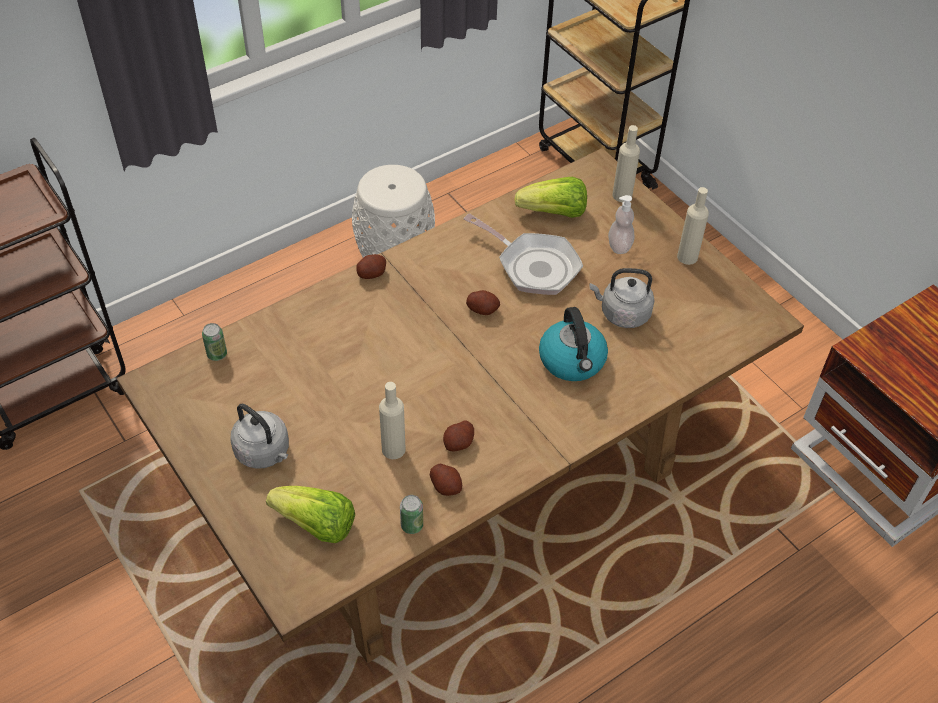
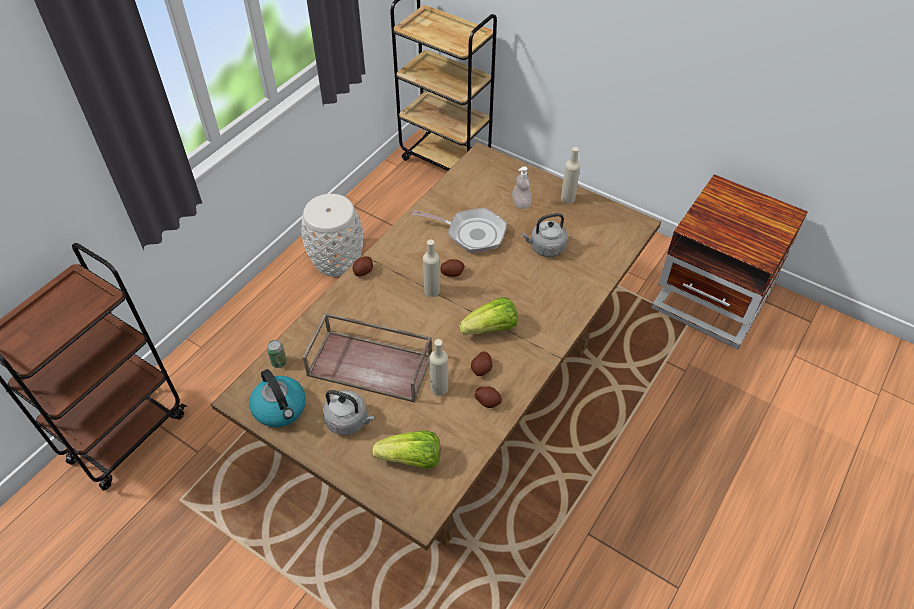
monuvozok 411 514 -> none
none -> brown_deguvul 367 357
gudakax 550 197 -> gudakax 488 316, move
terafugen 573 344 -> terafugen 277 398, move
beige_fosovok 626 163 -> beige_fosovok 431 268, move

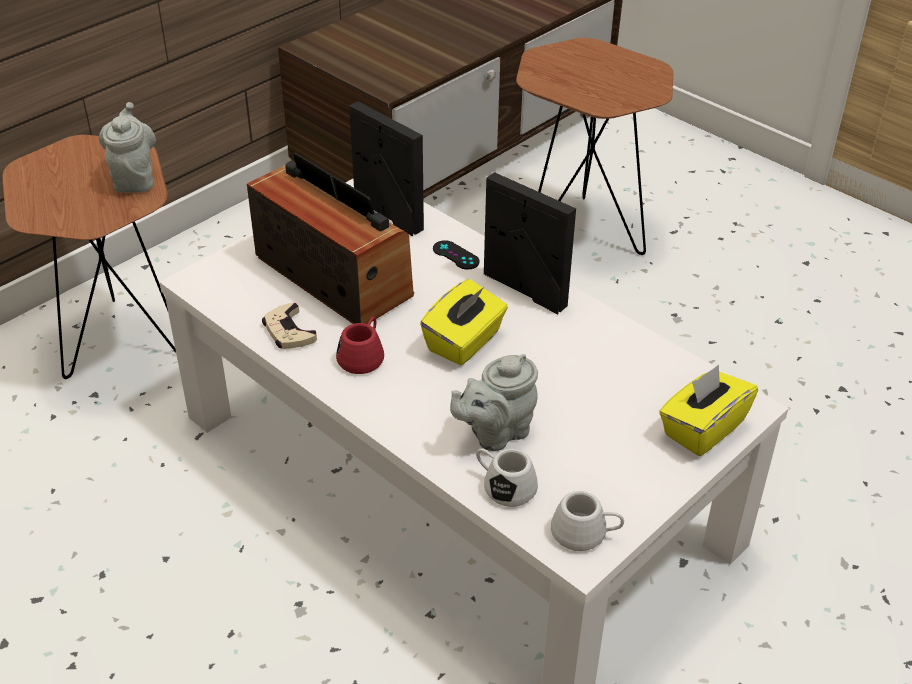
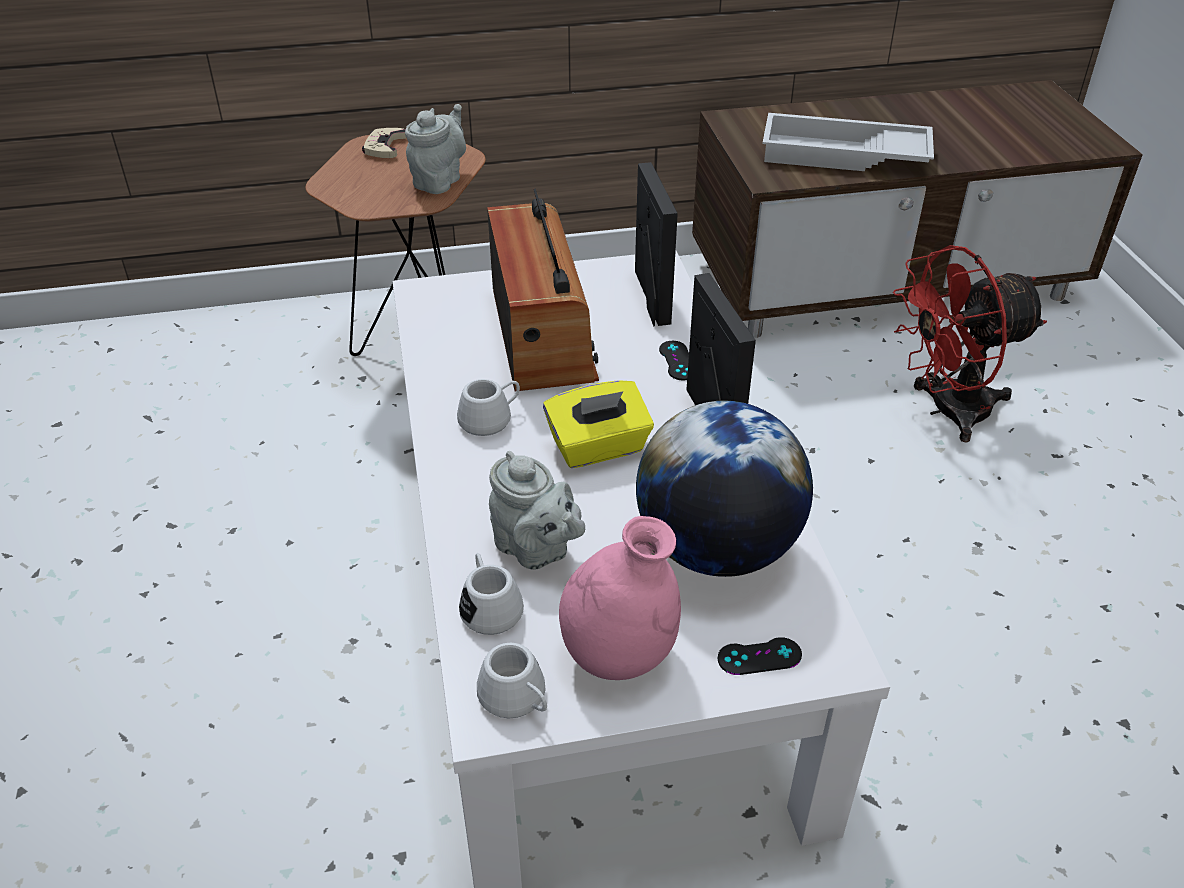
none -> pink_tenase 620 598
none -> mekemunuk 724 489
none -> white_deguvul 848 142
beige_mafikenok 289 326 -> beige_mafikenok 384 143, move
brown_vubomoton 594 146 -> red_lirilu 970 344
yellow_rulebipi 708 410 -> black_mafikenok 759 656
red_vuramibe 360 345 -> white_vuramibe 488 407
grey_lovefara 494 402 -> grey_lovefara 537 510, 135 degrees counterclockwise

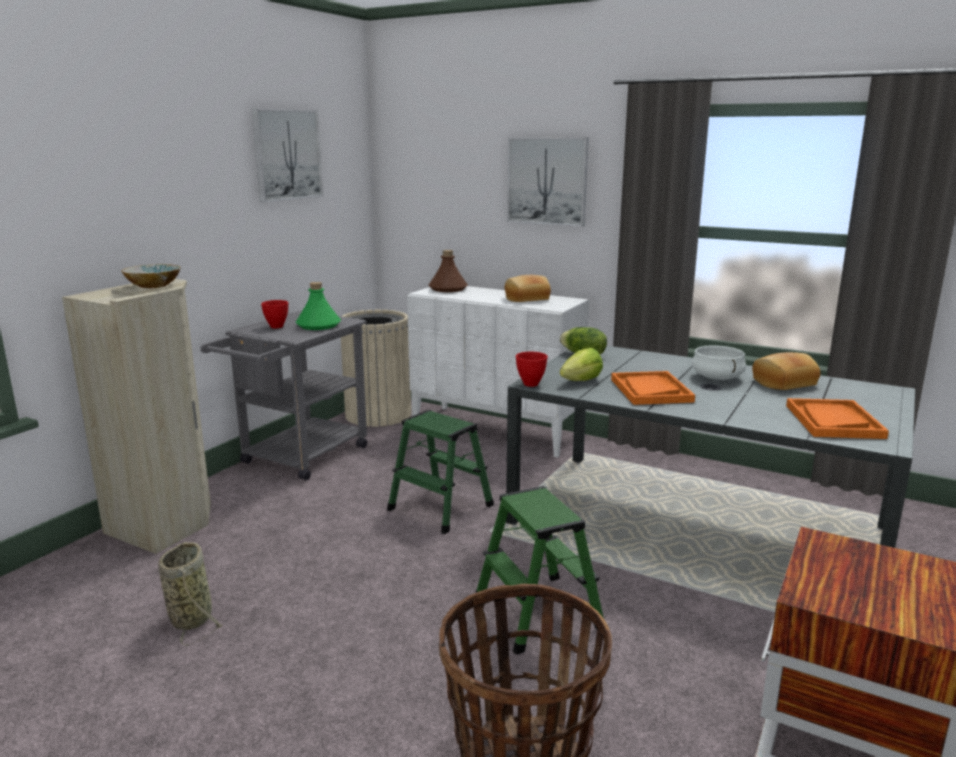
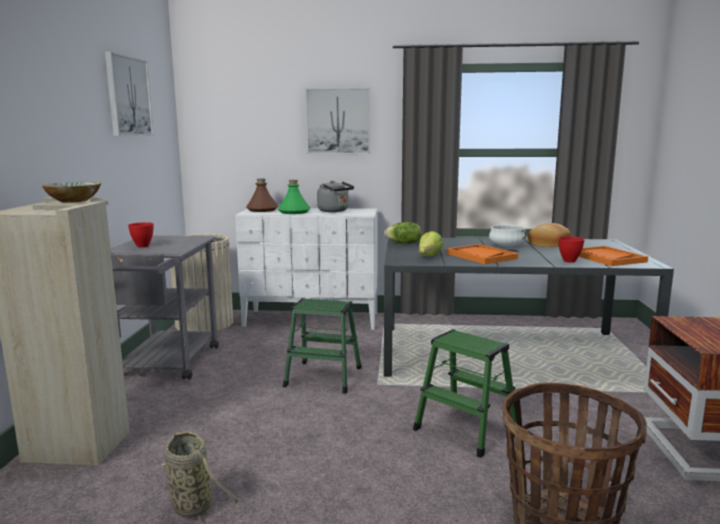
green_fosovok 318 306 -> green_fosovok 294 197, move
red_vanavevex 532 369 -> red_vanavevex 571 249, move
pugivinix 528 288 -> grey_terafugen 335 196

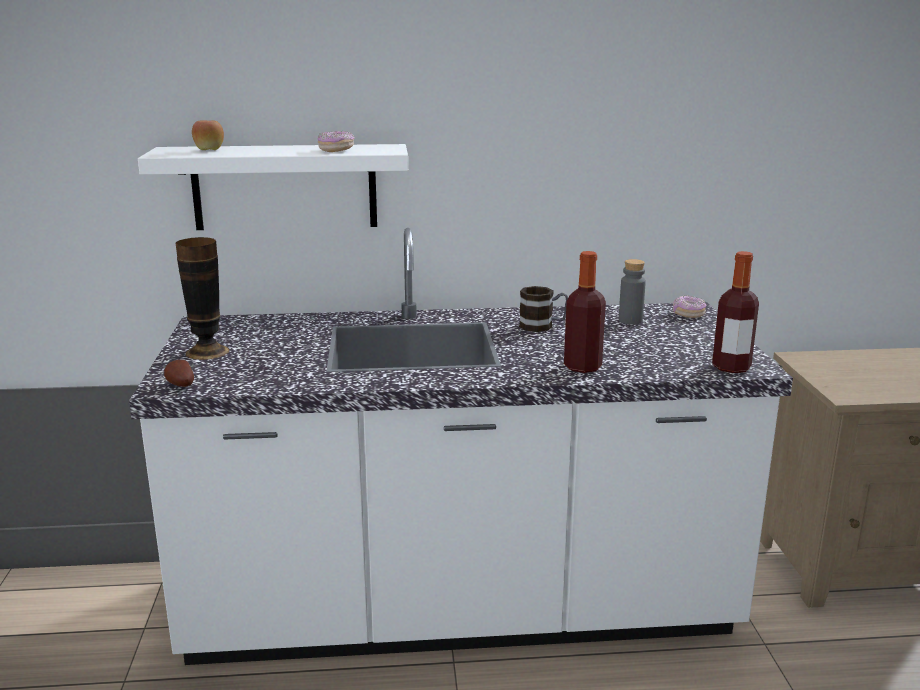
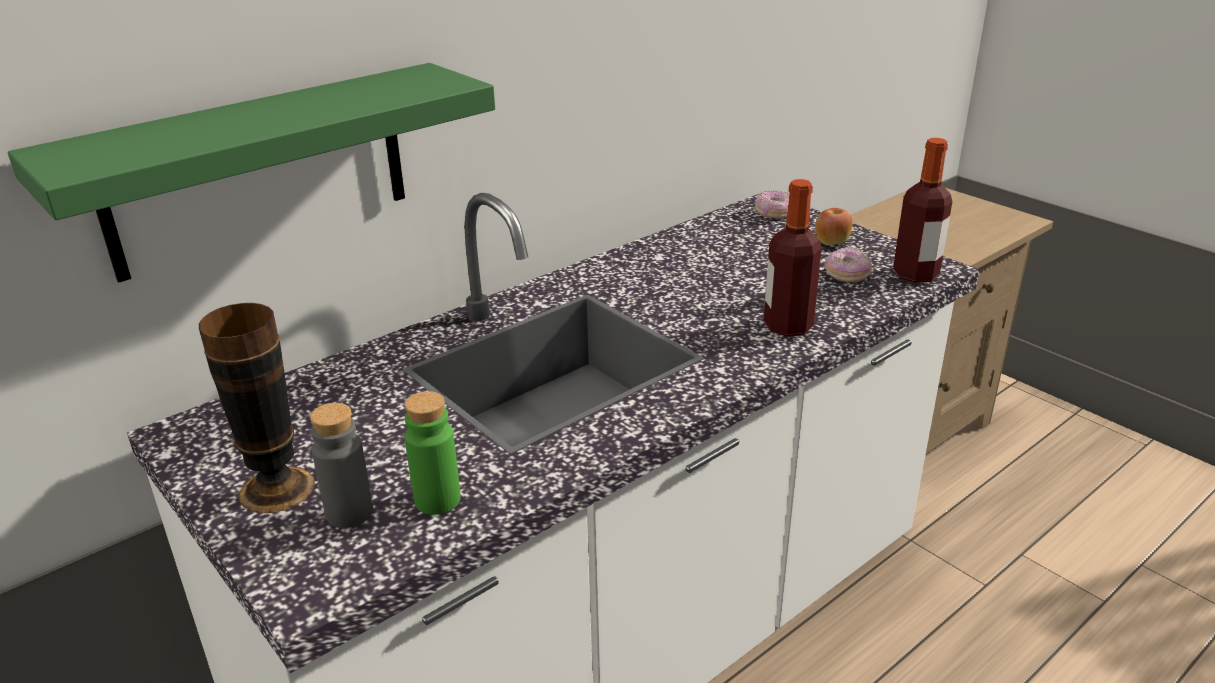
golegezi 179 373 -> none
vuramibe 543 309 -> none
none -> green_fosovok 433 453
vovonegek 208 135 -> vovonegek 834 227, move
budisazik 336 141 -> budisazik 848 265, move
grey_fosovok 632 292 -> grey_fosovok 341 465, move
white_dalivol 273 187 -> green_dalivol 251 172

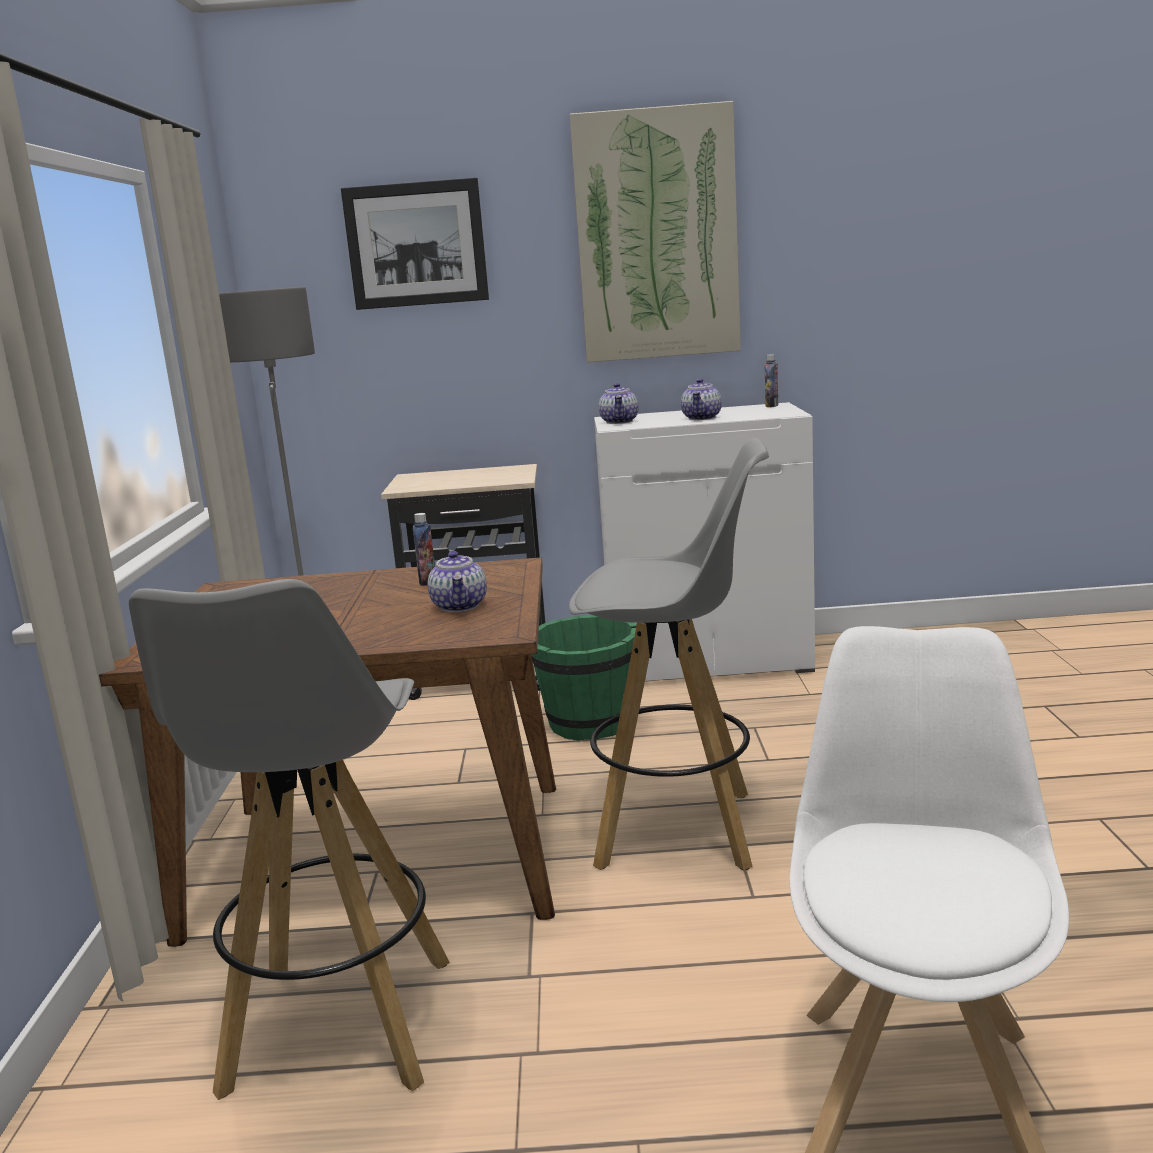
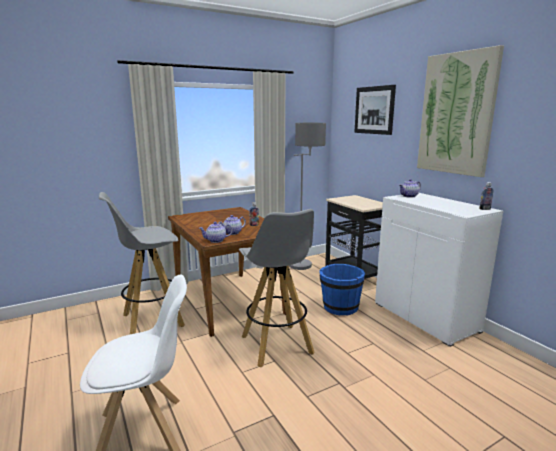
lovefara 701 399 -> lovefara 216 232, move
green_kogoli 584 678 -> blue_kogoli 342 290

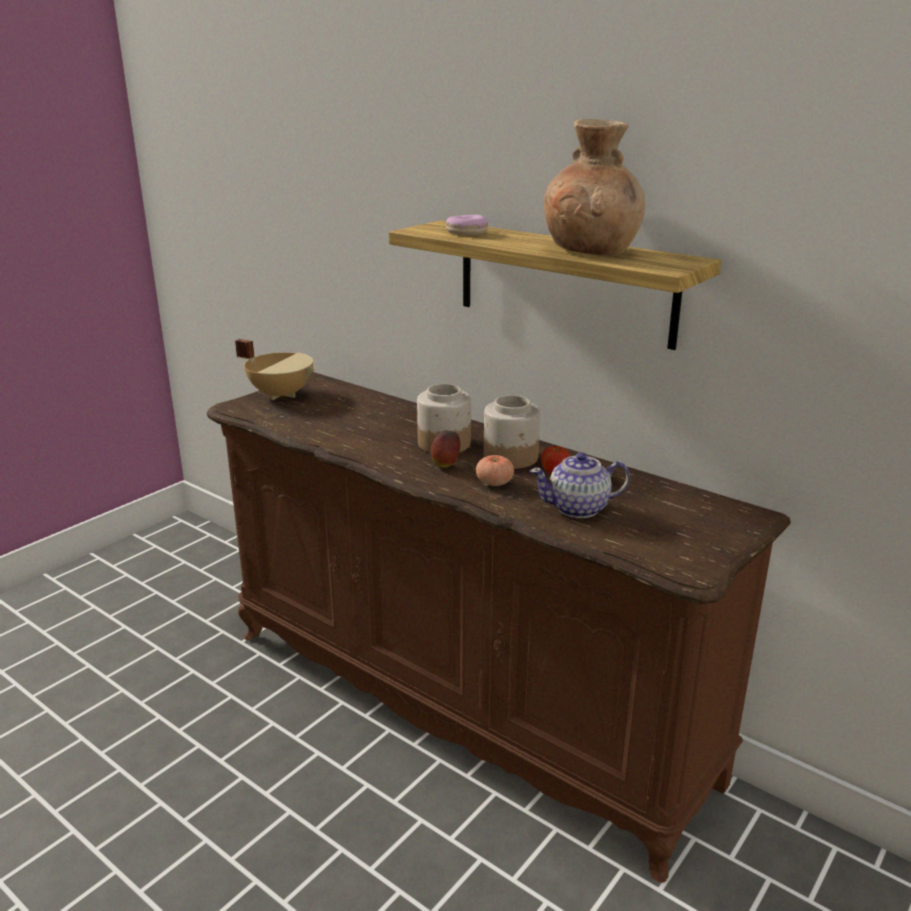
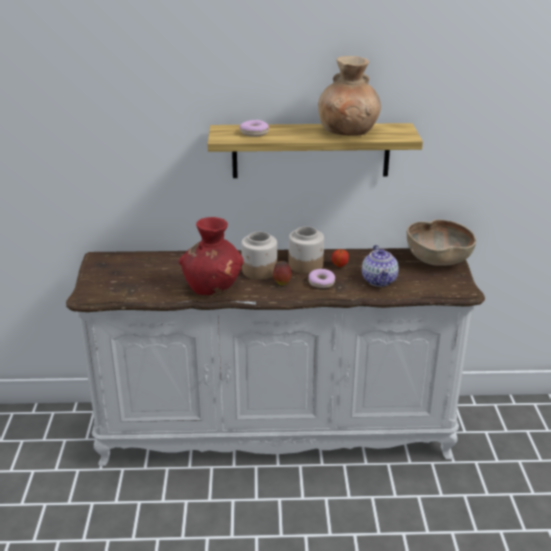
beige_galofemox 275 369 -> none
none -> red_tenase 211 256
none -> brown_vanavevex 441 242
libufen 495 470 -> budisazik 321 278
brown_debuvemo 499 627 -> white_debuvemo 275 357
lovefara 580 485 -> lovefara 380 266, 45 degrees counterclockwise

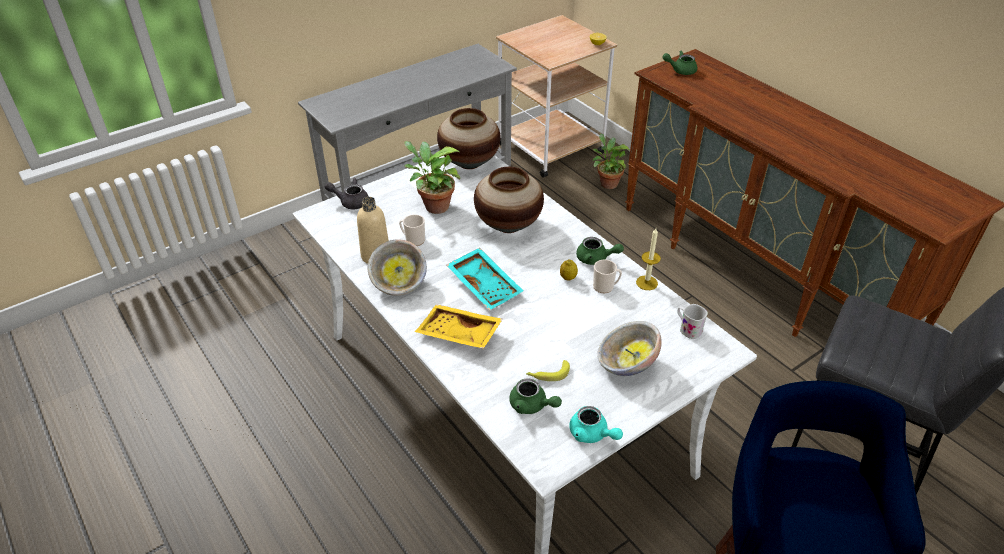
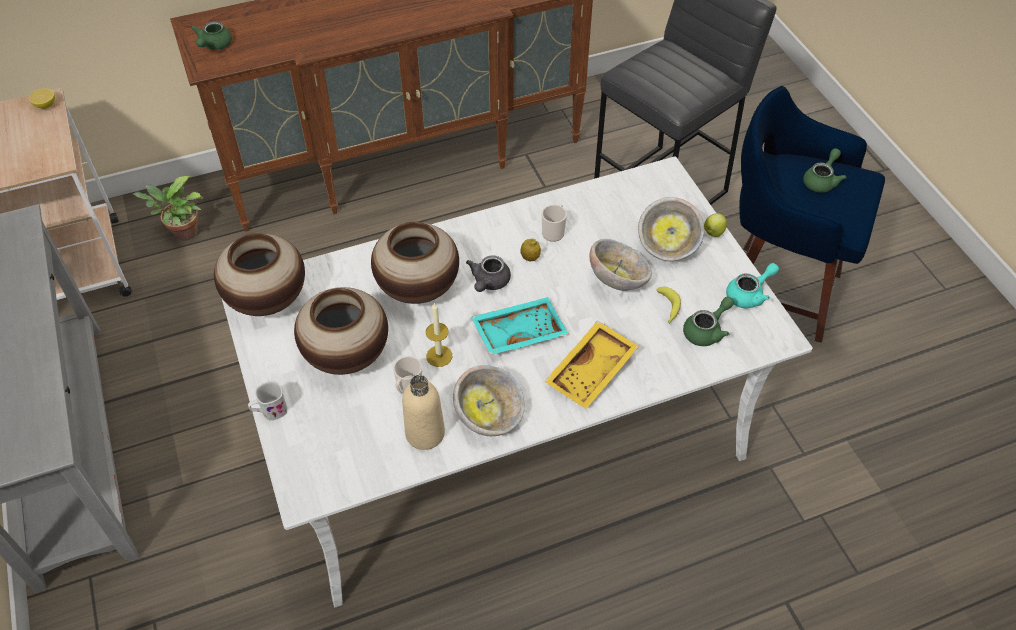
none -> vanavevex 621 265
none -> vovonegek 715 225
grey_lovefara 347 193 -> grey_lovefara 488 273, move
green_lovefara 600 251 -> green_lovefara 824 170, move
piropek 648 259 -> piropek 439 334, move
white_vuramibe 692 321 -> white_vuramibe 267 400, move
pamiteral 432 177 -> tenase 341 331

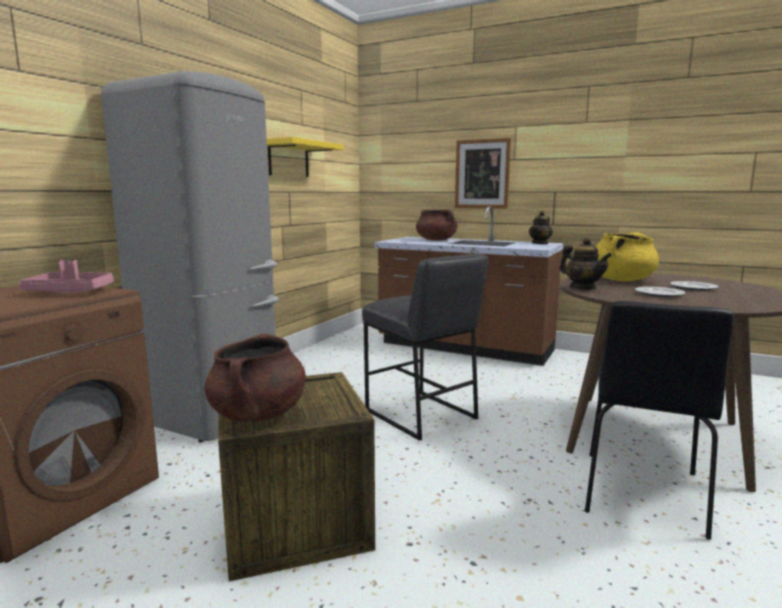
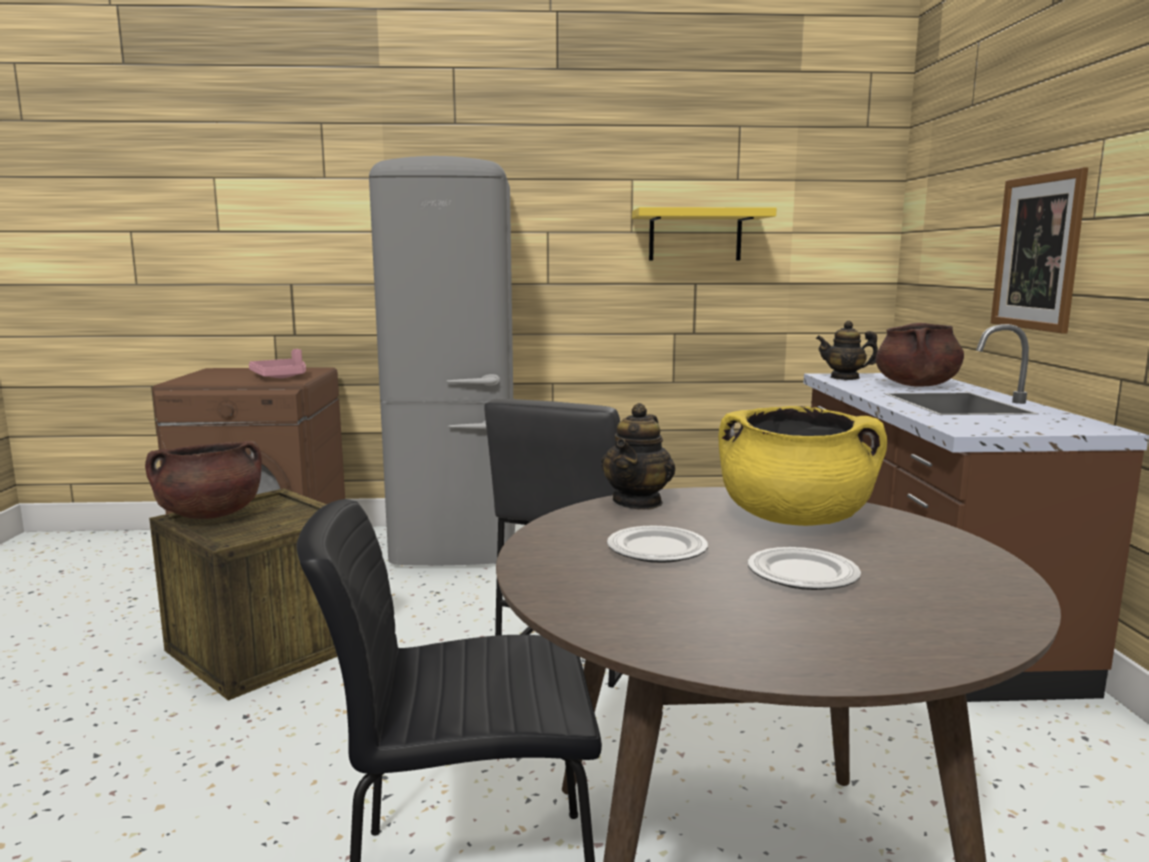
lovefara 541 228 -> lovefara 847 350, move

